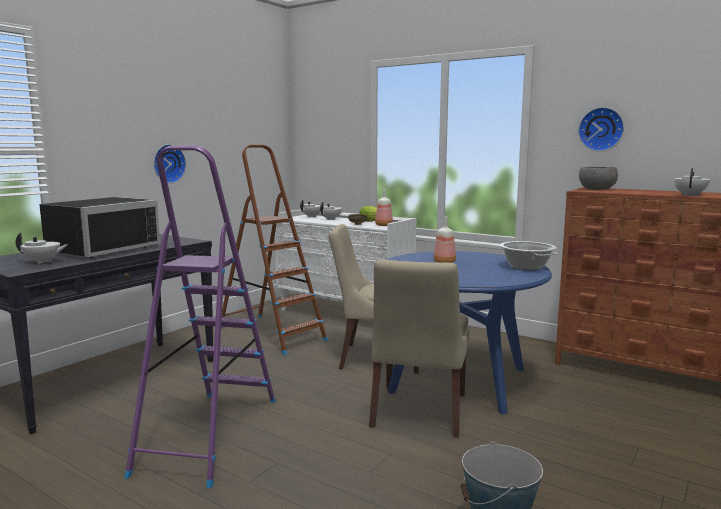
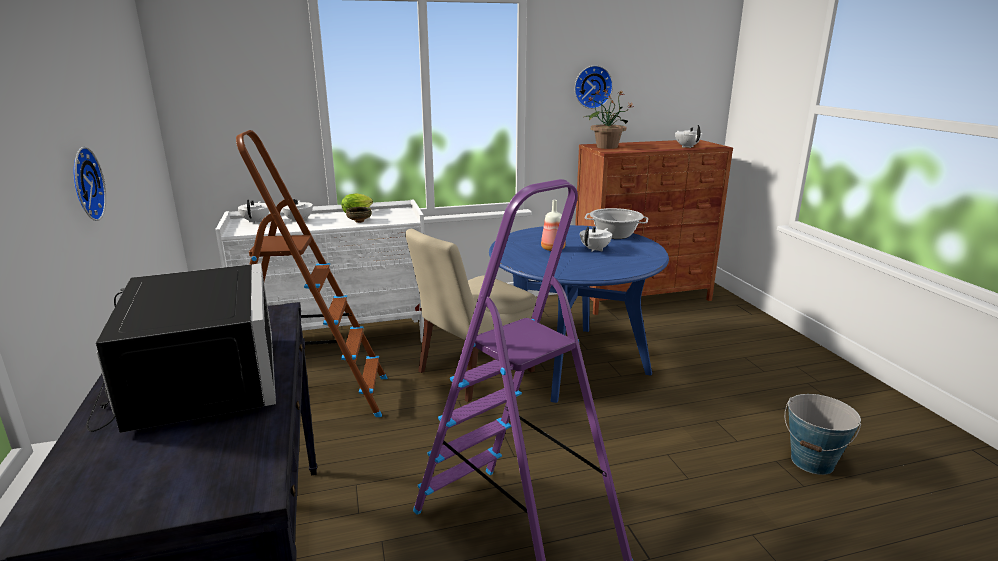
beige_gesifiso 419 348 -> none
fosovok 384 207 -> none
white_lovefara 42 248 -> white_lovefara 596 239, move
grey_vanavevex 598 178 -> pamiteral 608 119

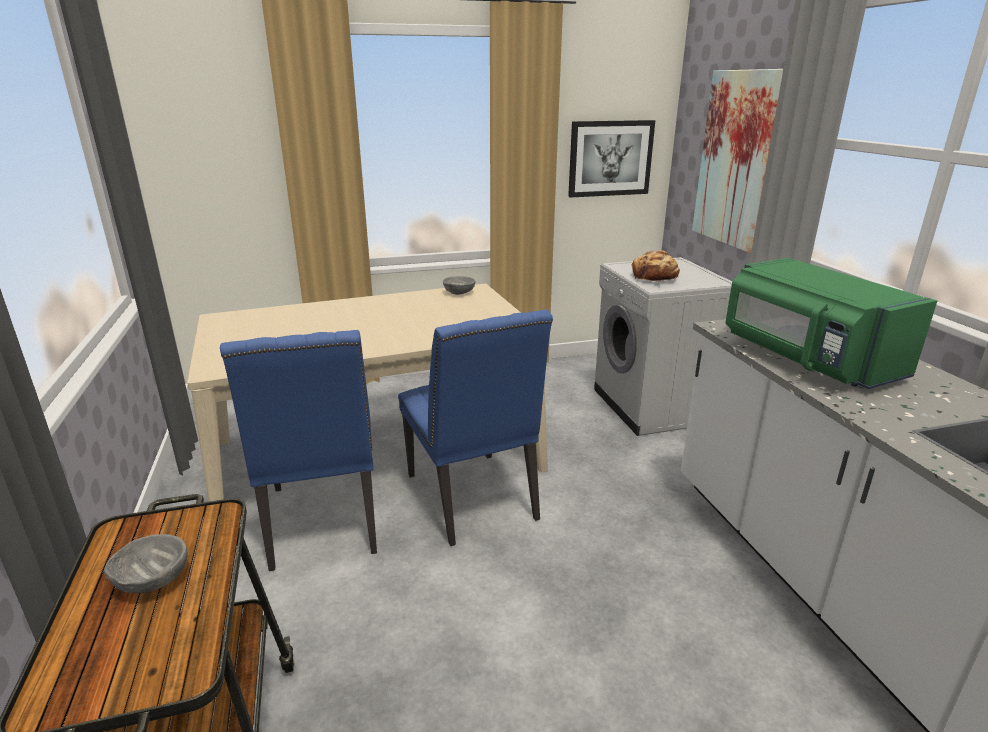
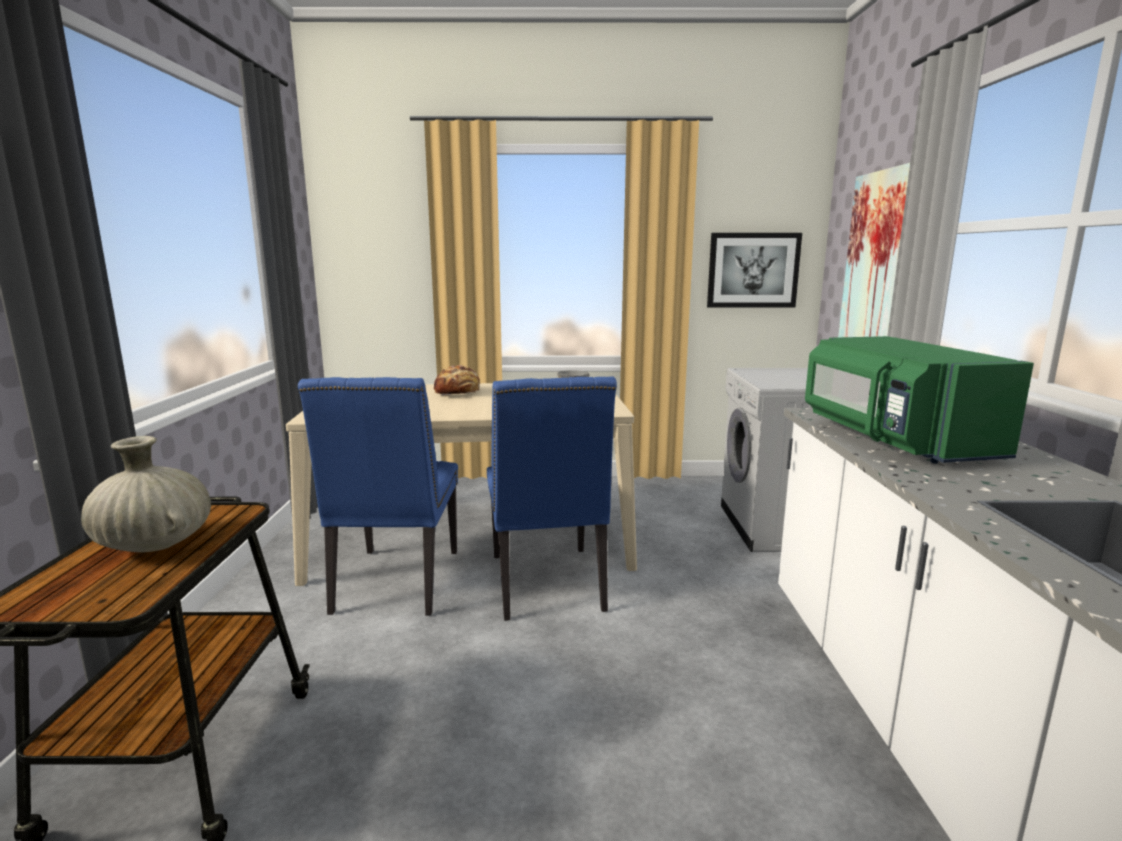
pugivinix 656 266 -> pugivinix 457 380, move
grey_vanavevex 145 563 -> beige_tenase 146 494

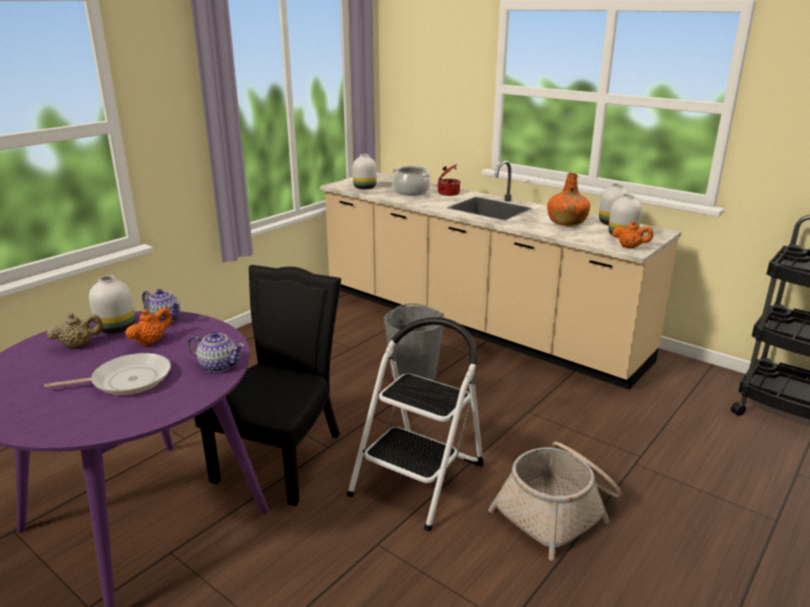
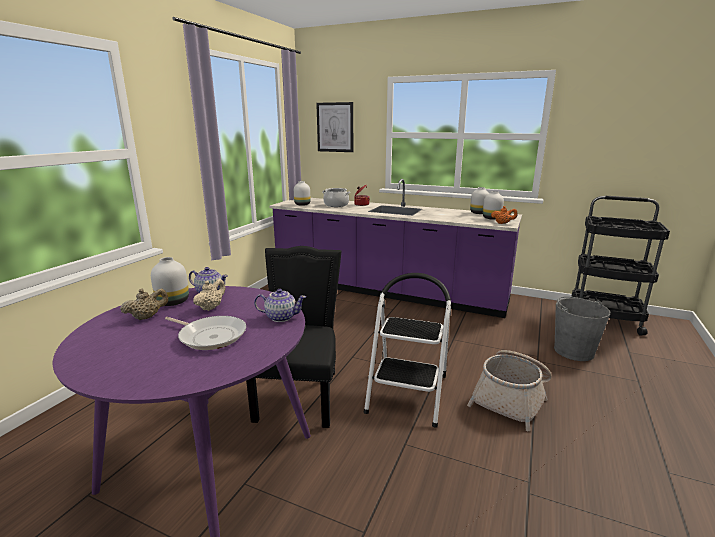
orange_fosovok 568 199 -> none
none -> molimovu 334 127
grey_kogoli 414 341 -> grey_kogoli 582 328, move
orange_lovefara 148 326 -> beige_lovefara 209 295
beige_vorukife 500 275 -> purple_vorukife 395 248
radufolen 107 374 -> radufolen 205 333, 60 degrees clockwise

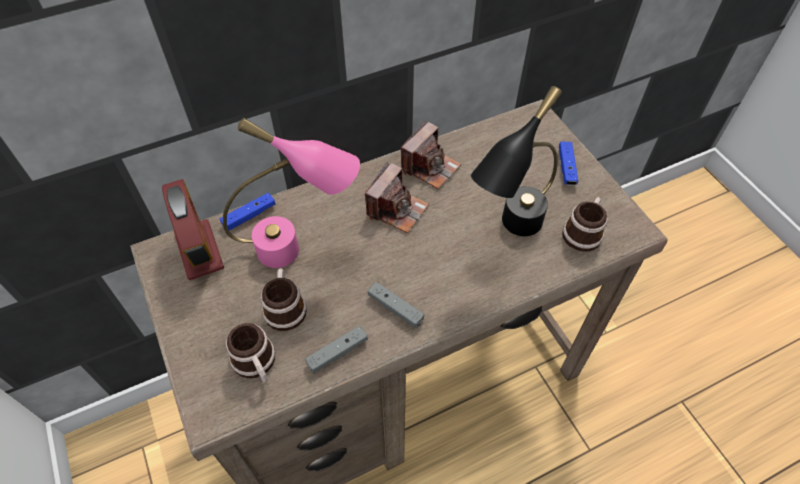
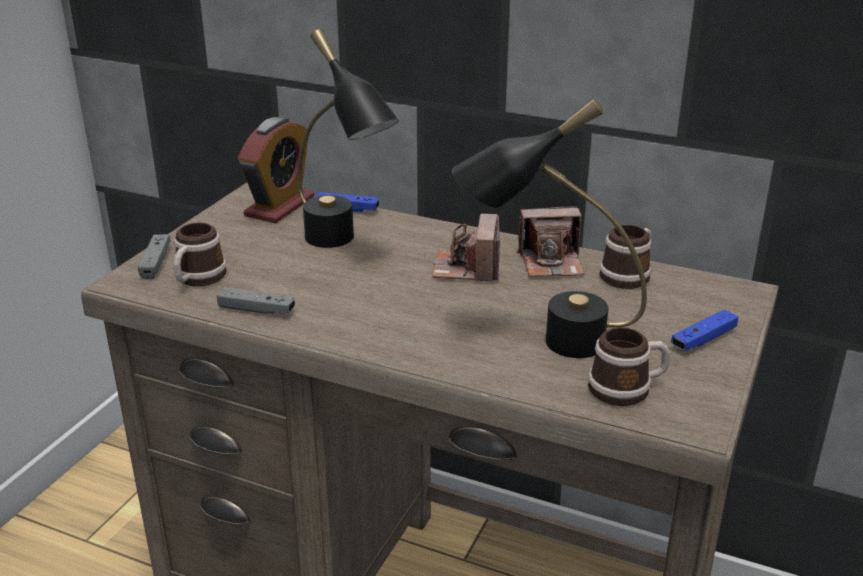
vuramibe 283 299 -> vuramibe 625 257, move
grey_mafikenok 396 305 -> grey_mafikenok 154 256, move
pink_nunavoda 291 193 -> black_nunavoda 348 138
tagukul 397 197 -> tagukul 466 247, 105 degrees clockwise

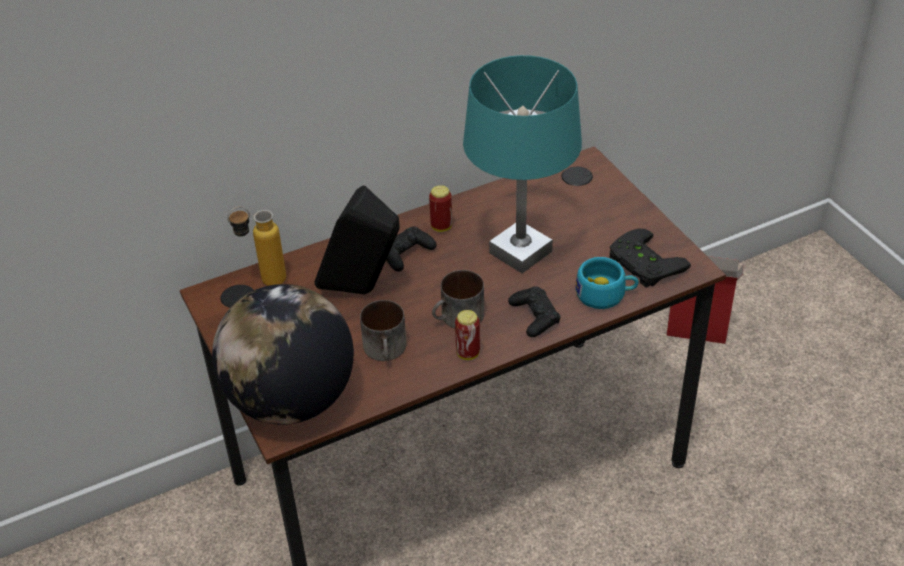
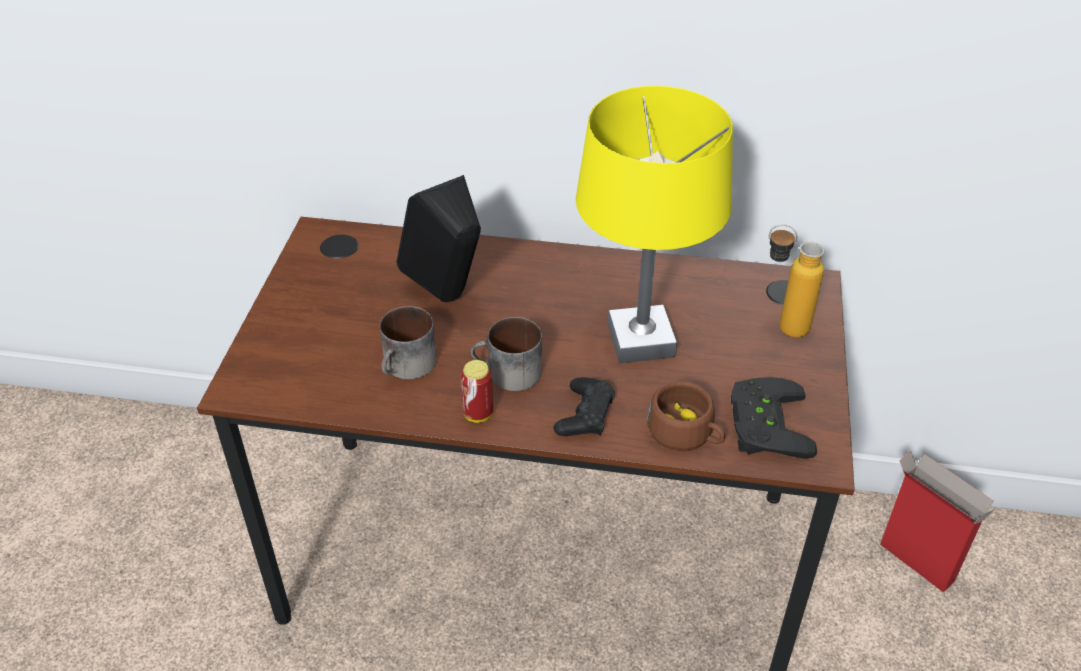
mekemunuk 283 354 -> none
black_mafikenok 411 249 -> none
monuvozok 440 208 -> none
fosovok 256 246 -> fosovok 796 281, move
turquoise_nunavoda 522 164 -> yellow_nunavoda 654 224
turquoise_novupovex 607 283 -> brown_novupovex 686 416

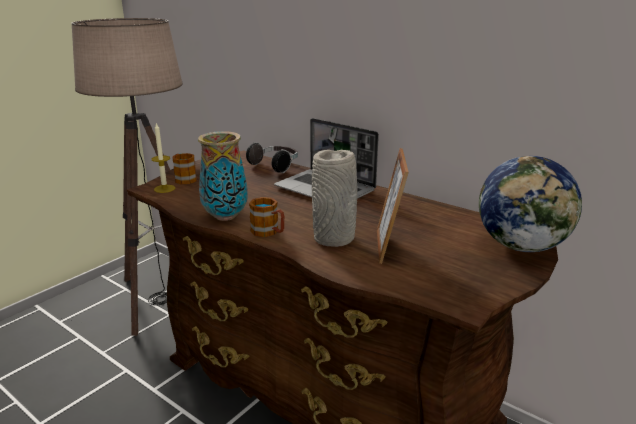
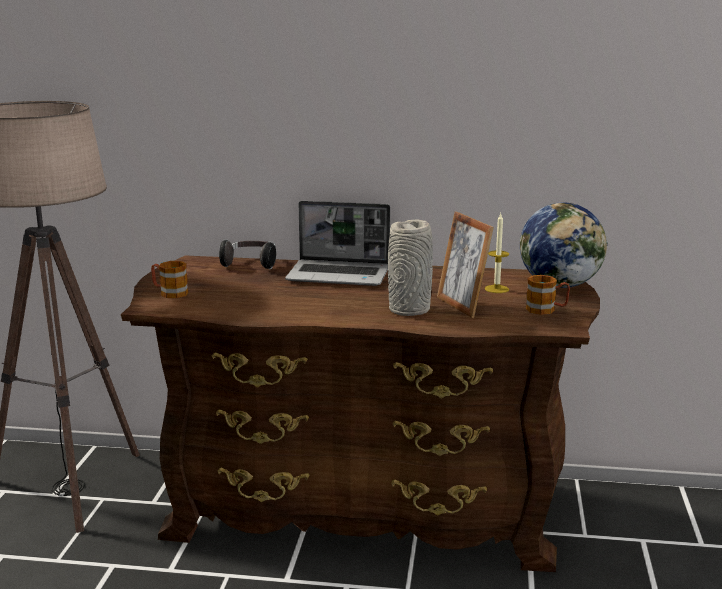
tenase 223 176 -> none
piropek 163 158 -> piropek 497 253, move
vuramibe 267 217 -> vuramibe 548 295, move

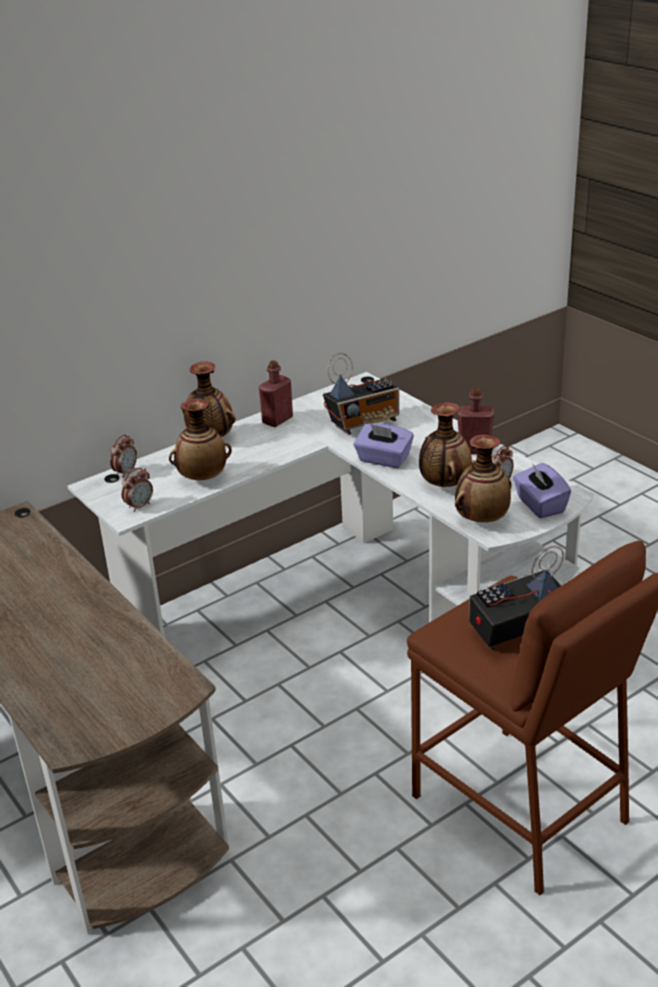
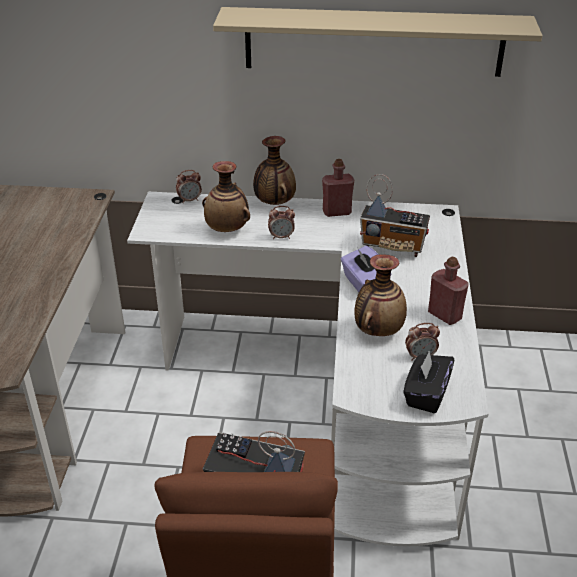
tenase 483 478 -> none
none -> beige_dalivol 378 42
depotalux 137 490 -> depotalux 281 222, move
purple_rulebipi 542 490 -> black_rulebipi 428 382

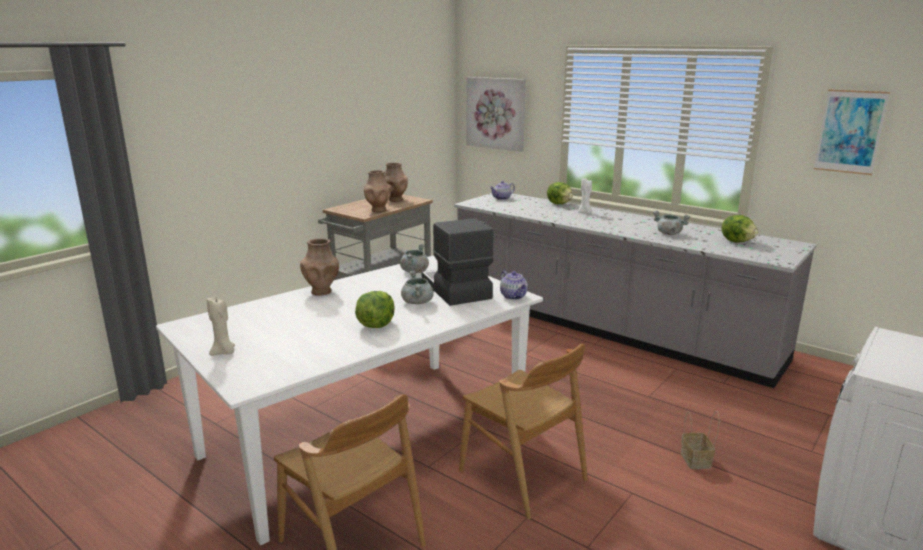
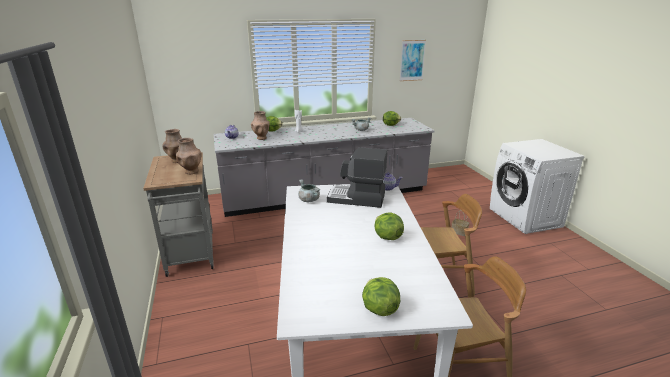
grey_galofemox 417 287 -> none
molimovu 496 114 -> none
brown_tenase 319 267 -> brown_tenase 260 125, move
beige_piropek 221 326 -> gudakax 381 296

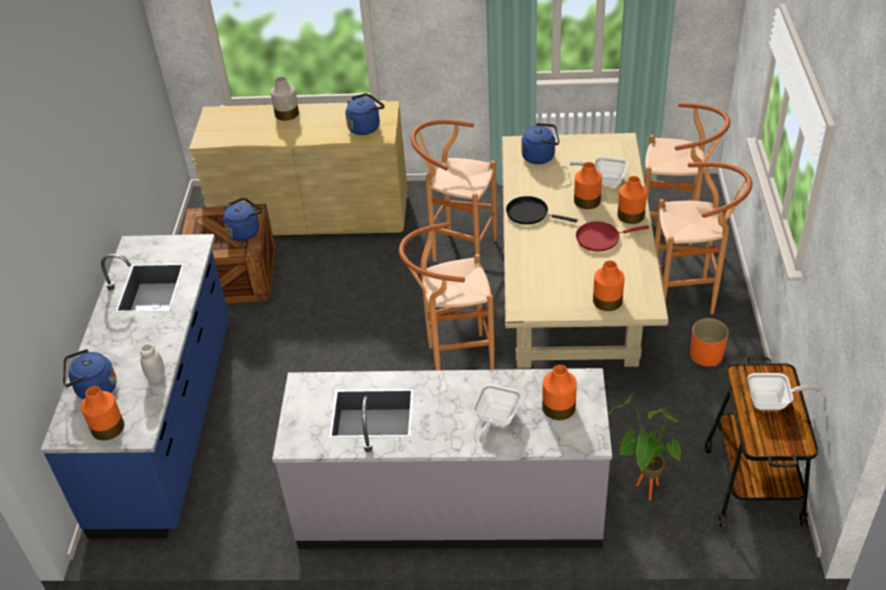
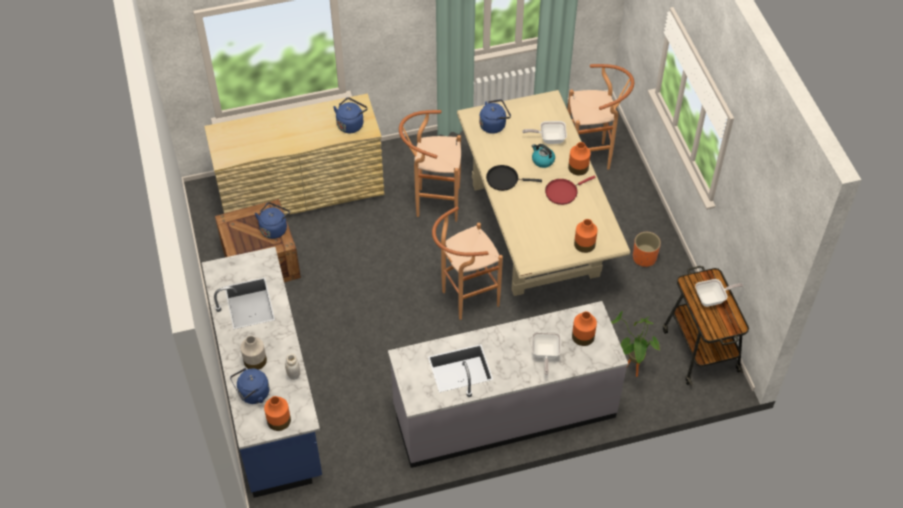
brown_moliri 703 238 -> none
beige_tenase 285 98 -> beige_tenase 253 353, move
orange_tenase 588 185 -> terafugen 543 156

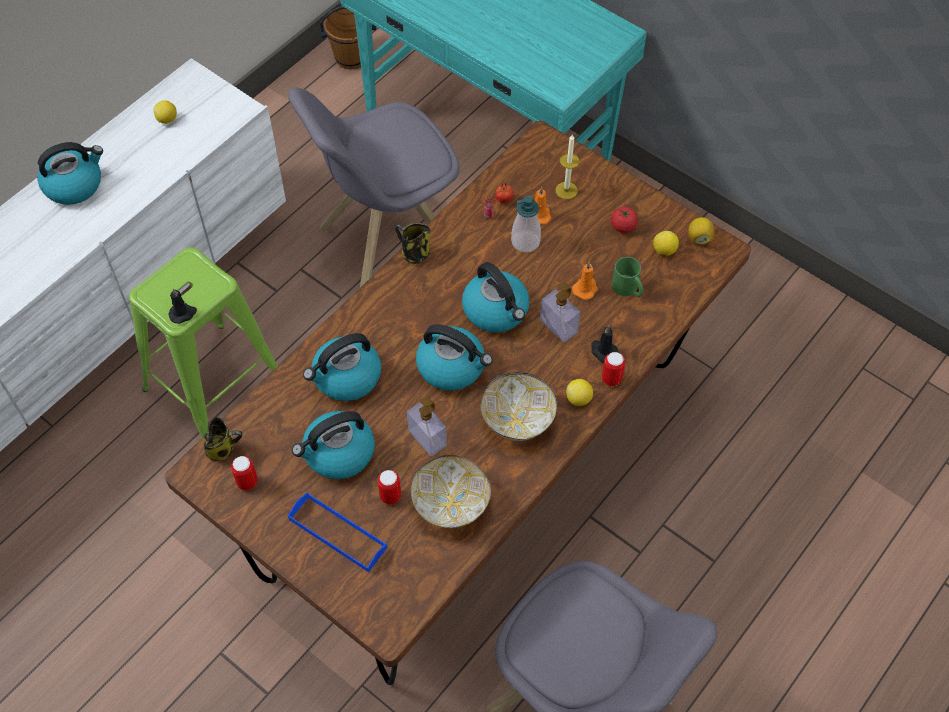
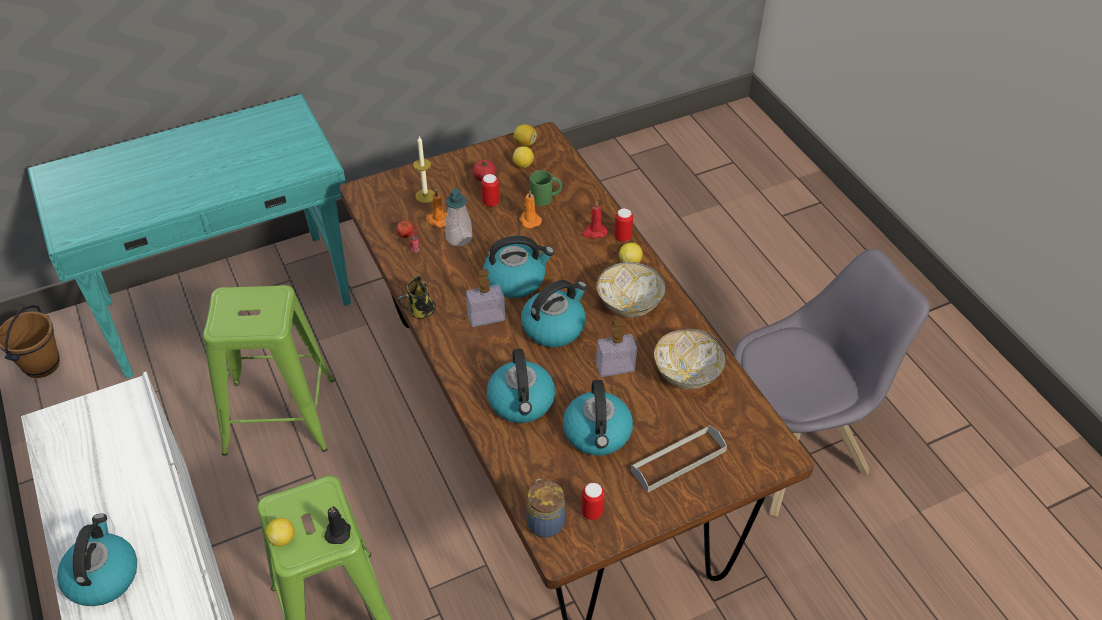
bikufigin 165 112 -> bikufigin 280 532, move
monuvozok 389 487 -> monuvozok 490 190, move
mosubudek 560 312 -> mosubudek 485 298, move
vuramibe 223 439 -> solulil 545 508
grey_gesifiso 374 187 -> green_moliri 269 370
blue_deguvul 337 532 -> grey_deguvul 679 459
black_piropek 605 344 -> red_piropek 594 220

